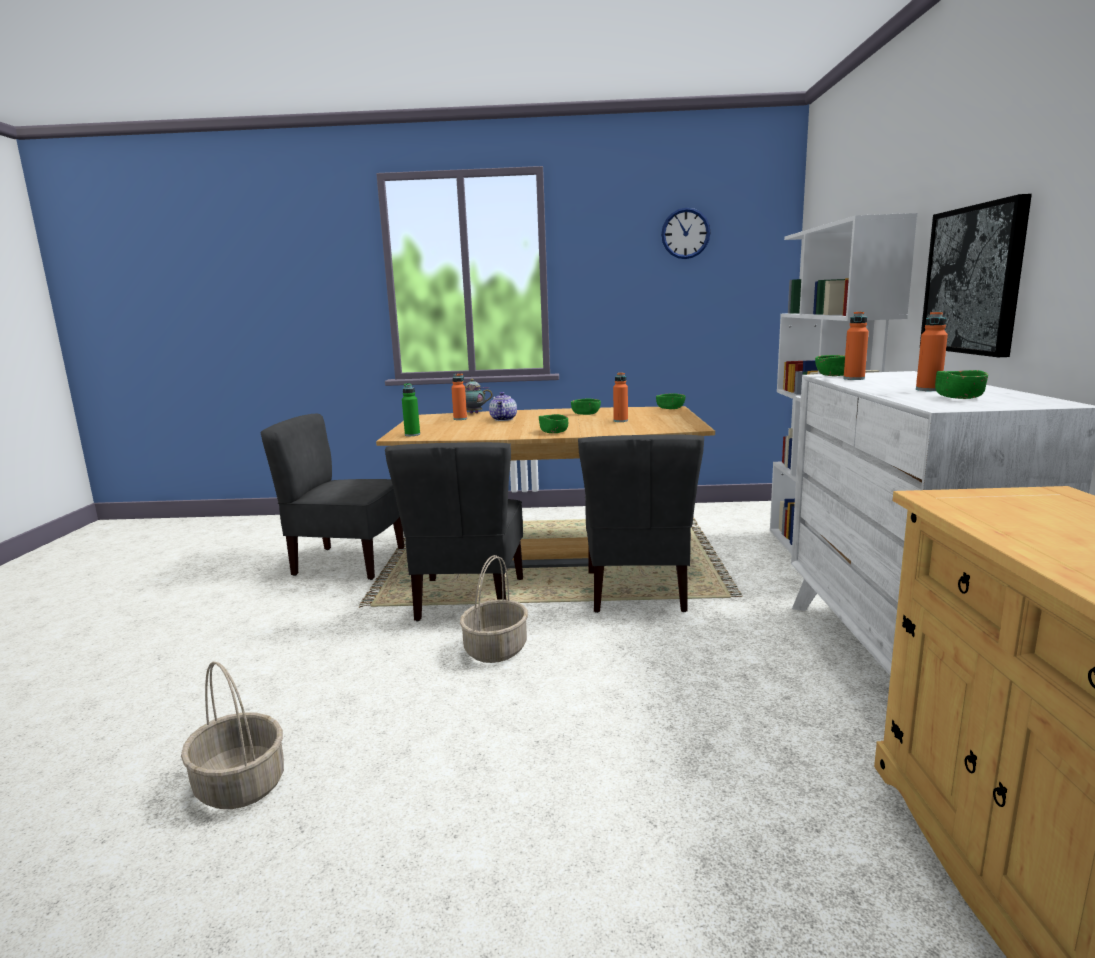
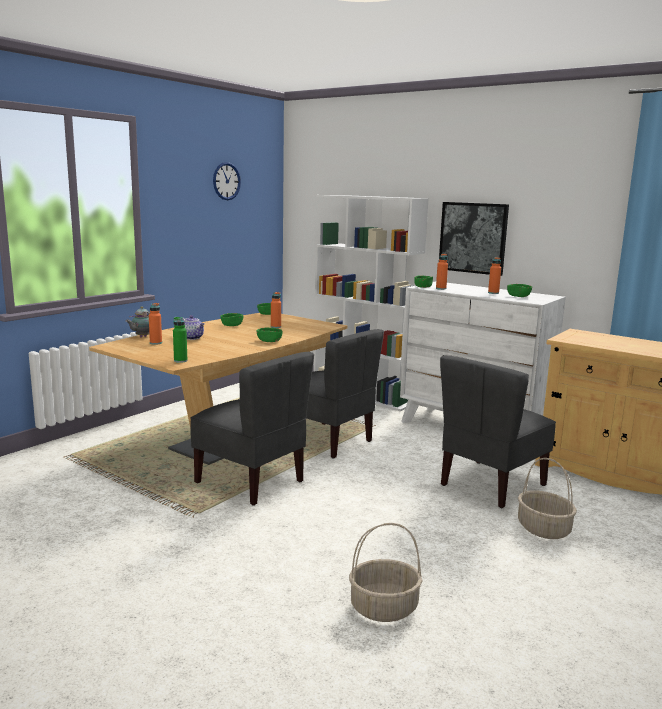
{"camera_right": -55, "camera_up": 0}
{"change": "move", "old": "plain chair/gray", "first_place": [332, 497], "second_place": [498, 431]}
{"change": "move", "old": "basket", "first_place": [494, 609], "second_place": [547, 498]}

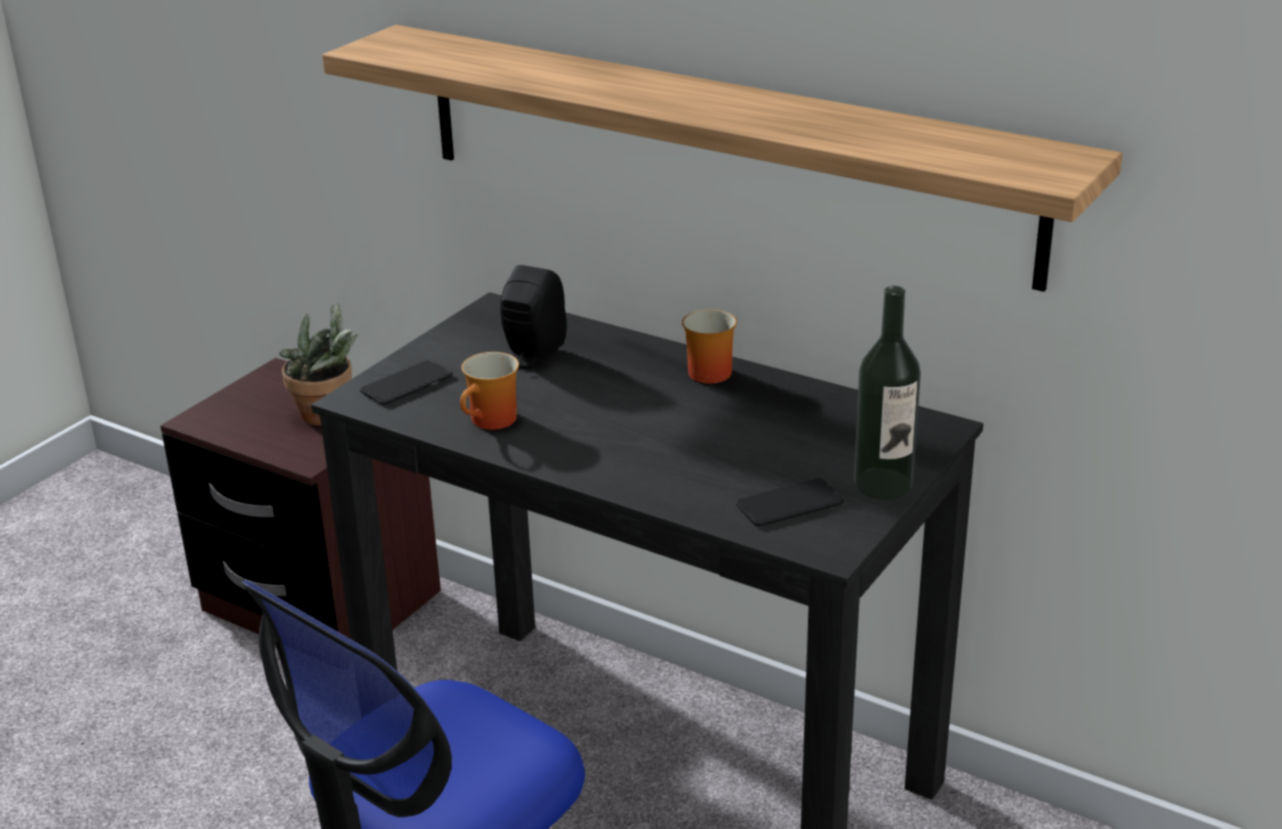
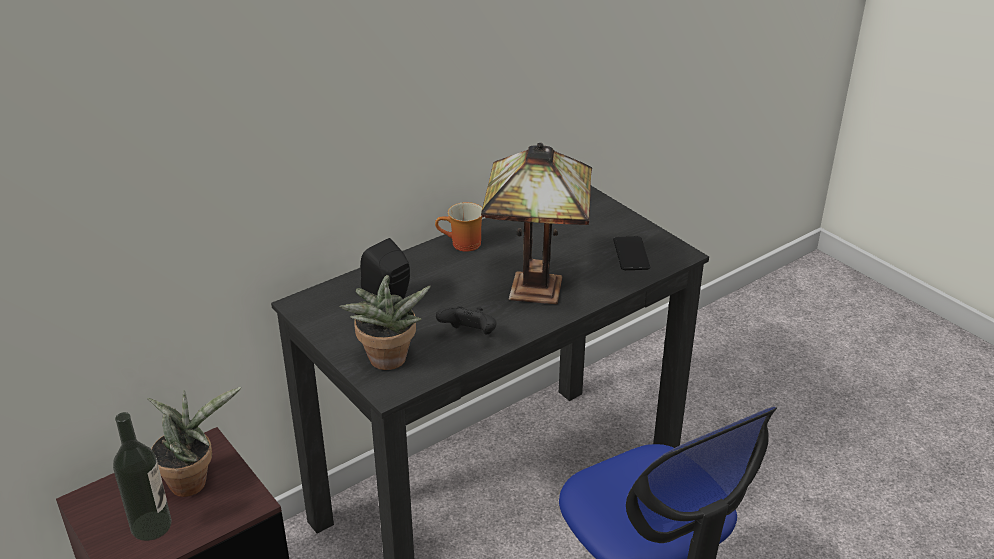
{"camera_right": -70, "camera_up": 5}
{"change": "delete", "old": "bracket shelf", "first_place": [722, 158]}
{"change": "insert", "new": "table lamp", "second_place": [536, 223]}
{"change": "move", "old": "bottle", "first_place": [887, 392], "second_place": [142, 476]}
{"change": "replace", "old": "telephone", "new": "potted plant", "first_place": [406, 382], "second_place": [385, 322]}
{"change": "replace", "old": "tea mug", "new": "game controller/blackish", "first_place": [489, 391], "second_place": [466, 320]}

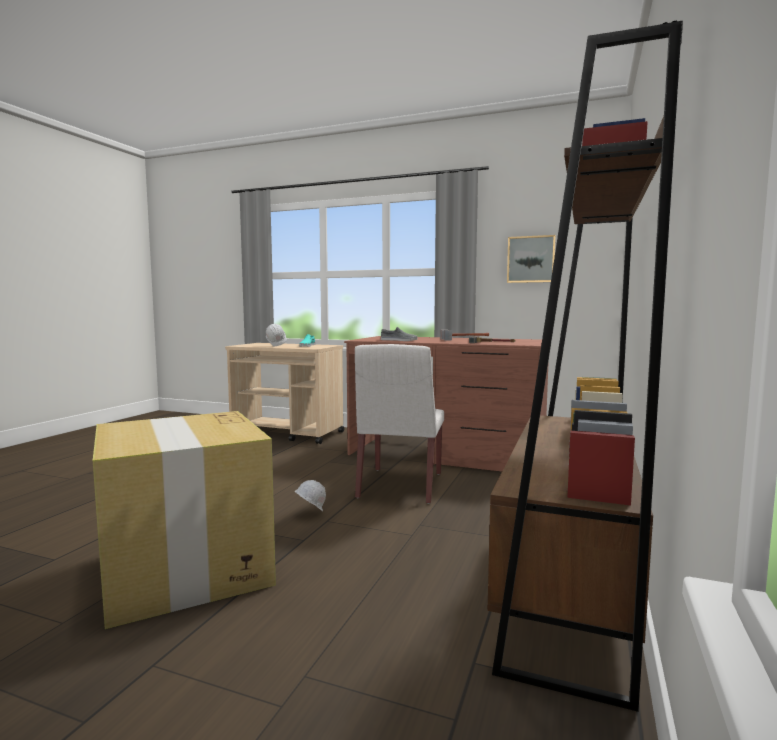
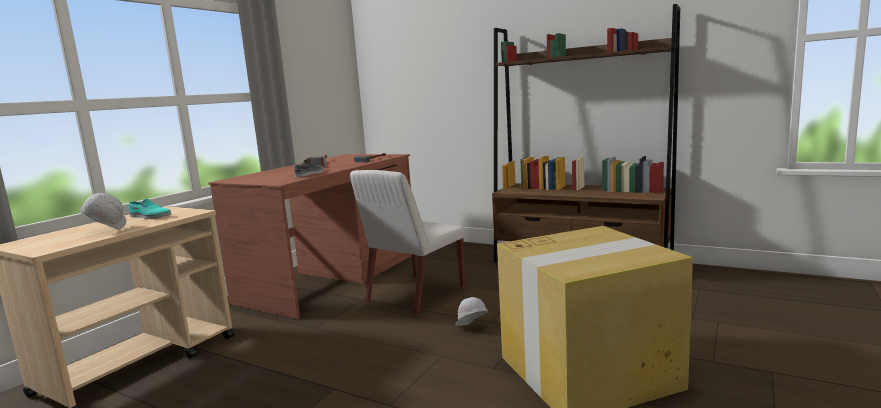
{"camera_right": -80, "camera_up": 5}
{"change": "delete", "old": "wall art", "first_place": [531, 259]}
{"change": "rotate", "old": "plain chair/white", "first_place": [399, 424], "second_place": [407, 243], "degrees": 105}

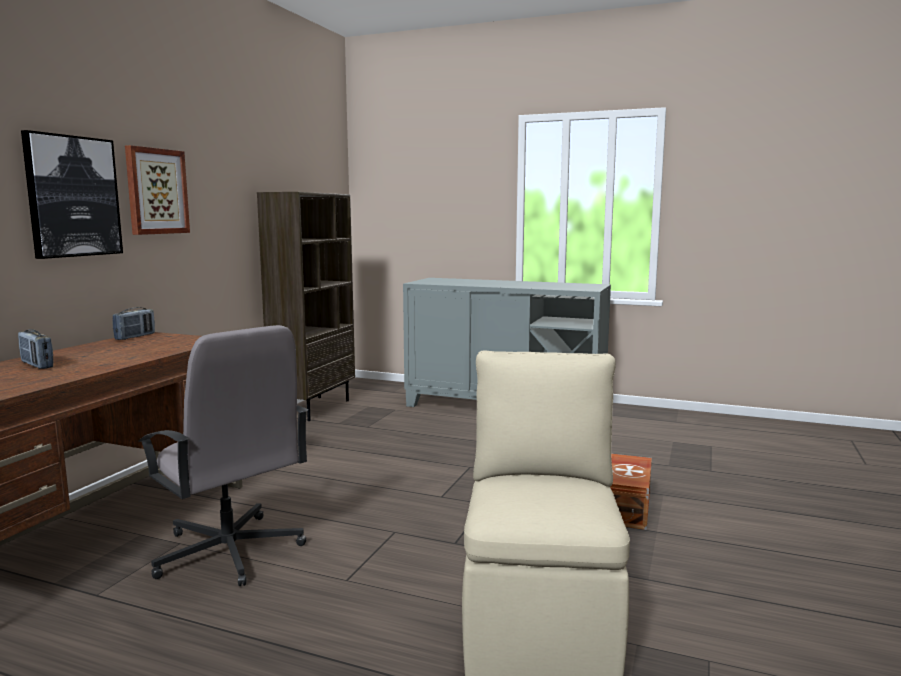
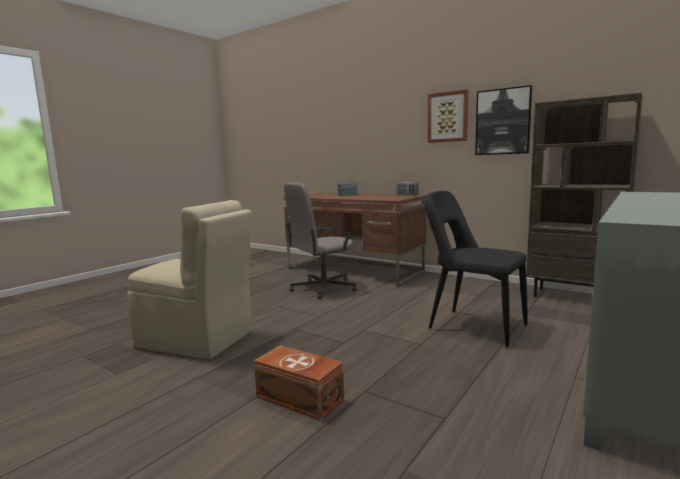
{"camera_right": 105, "camera_up": 0}
{"change": "insert", "new": "plain chair/blackish", "second_place": [475, 269]}
{"change": "move", "old": "wall art", "first_place": [72, 194], "second_place": [503, 120]}

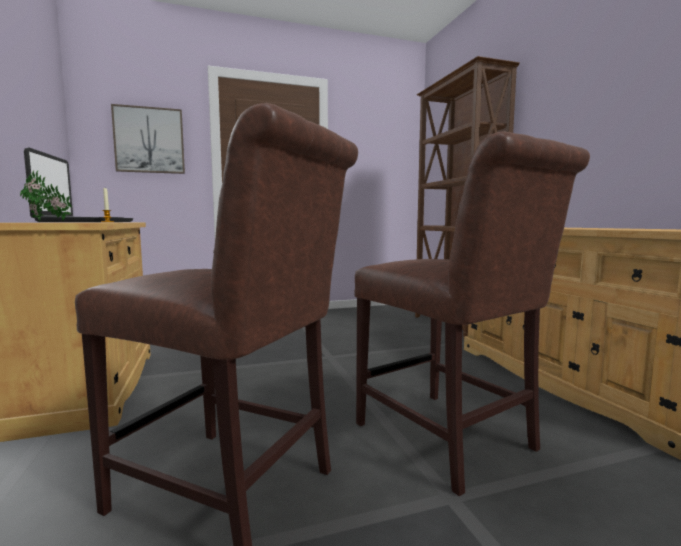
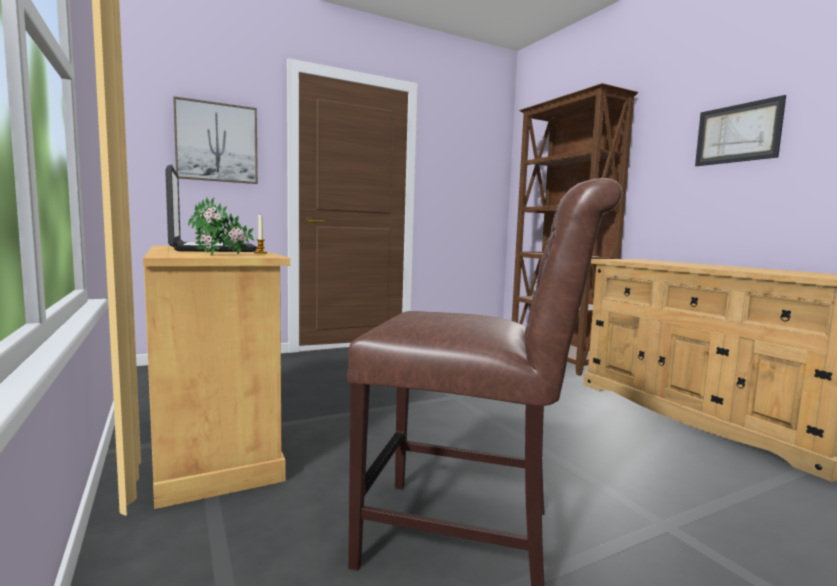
{"camera_right": -10, "camera_up": 0}
{"change": "delete", "old": "plain chair/brown-coloured", "first_place": [472, 313]}
{"change": "insert", "new": "wall art", "second_place": [740, 130]}

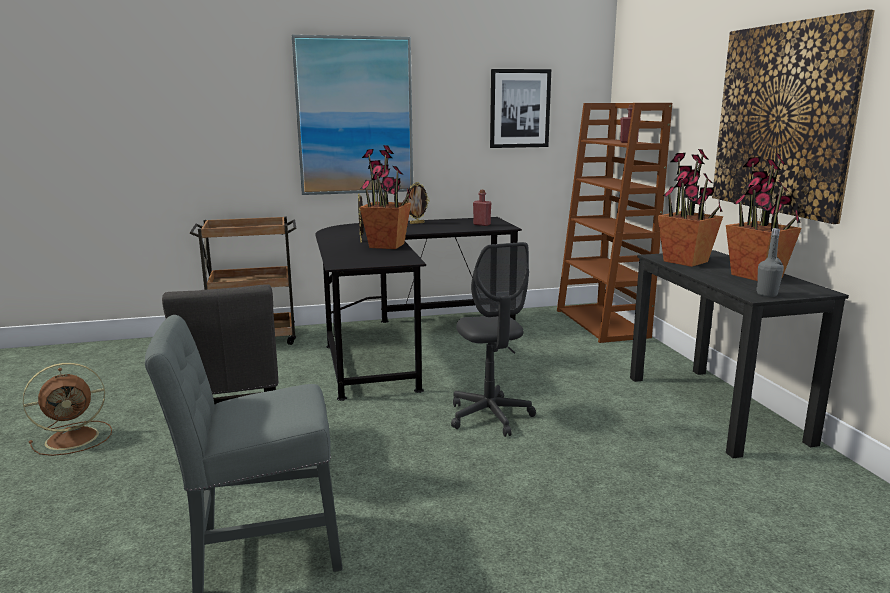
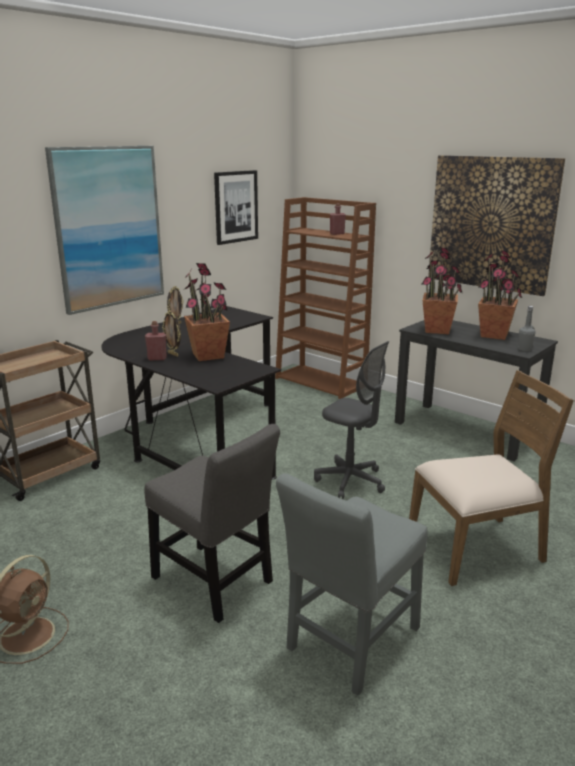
{"camera_right": -35, "camera_up": 5}
{"change": "insert", "new": "plain chair/brown-coloured", "second_place": [491, 478]}
{"change": "move", "old": "bottle/reddish", "first_place": [482, 208], "second_place": [156, 340]}

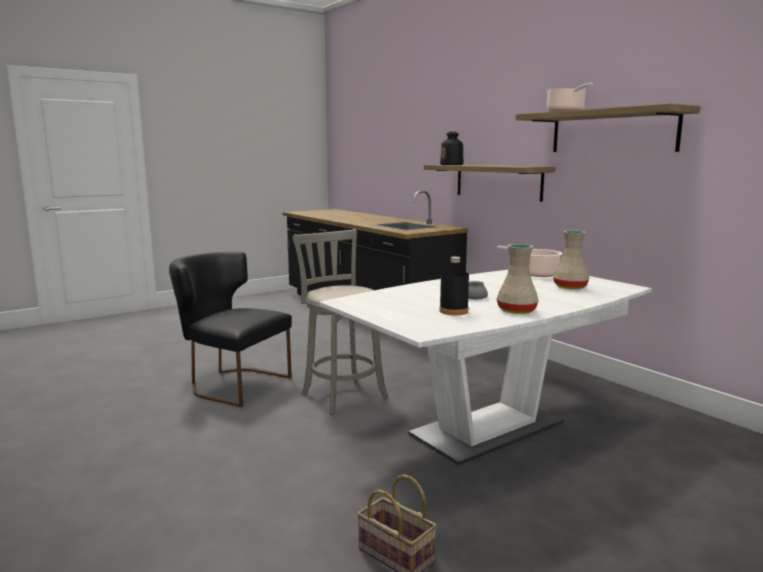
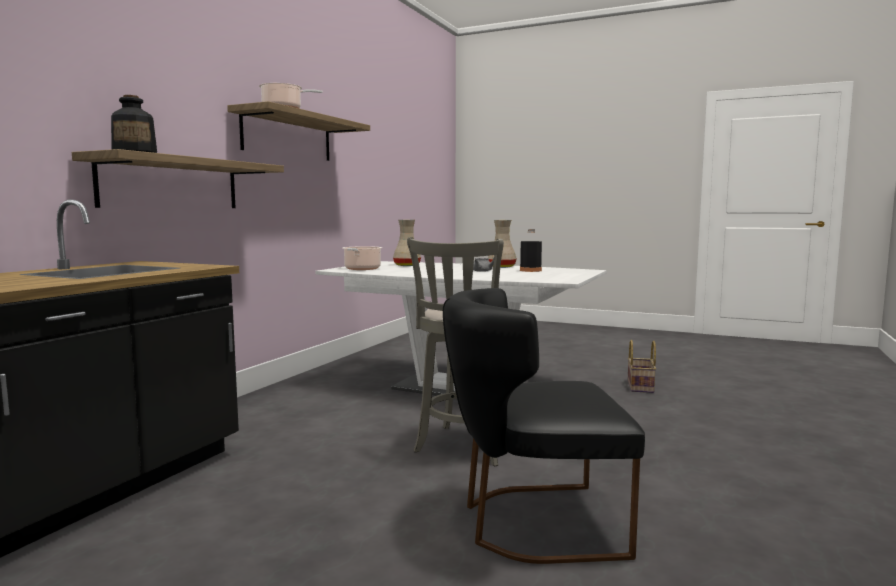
{"camera_right": -120, "camera_up": -5}
{"change": "rotate", "old": "plain chair/blackish", "first_place": [230, 329], "second_place": [544, 426], "degrees": 90}

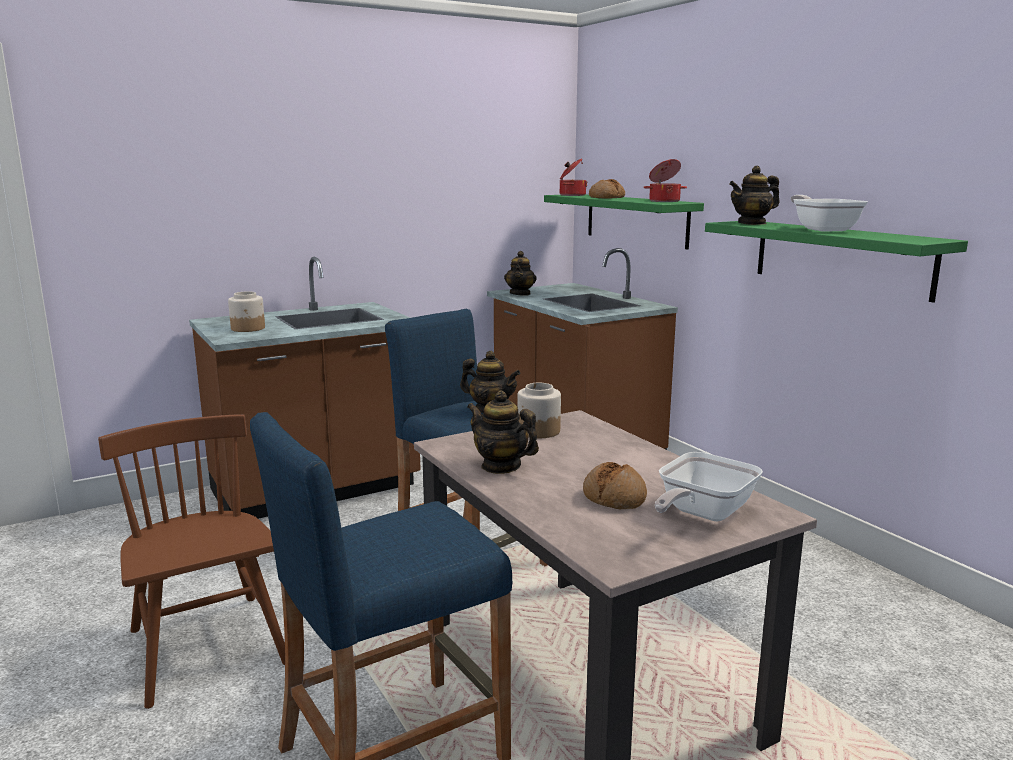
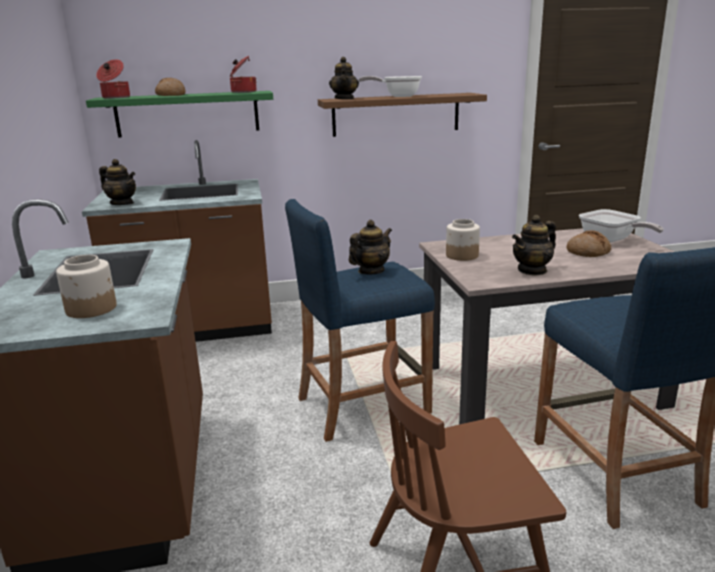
{"camera_right": -70, "camera_up": 5}
{"change": "recolor", "old": "bracket shelf/green-coloured", "new": "bracket shelf/brown-coloured", "first_place": [836, 262], "second_place": [402, 115]}

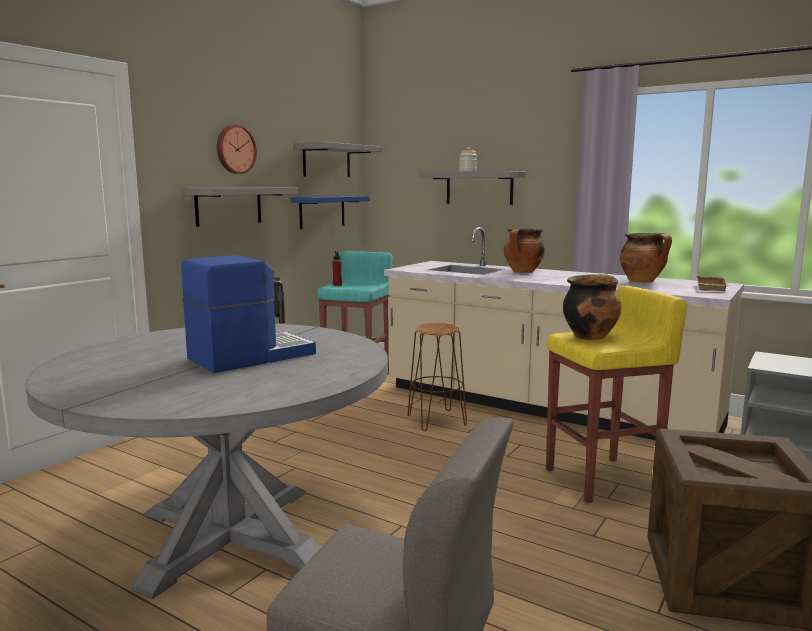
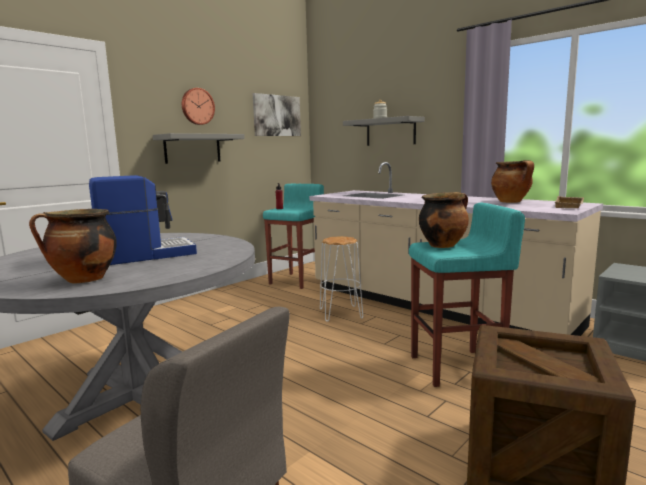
{"camera_right": 10, "camera_up": 0}
{"change": "delete", "old": "bracket shelf/blue", "first_place": [330, 212]}
{"change": "move", "old": "stockpot", "first_place": [524, 250], "second_place": [73, 246]}
{"change": "replace", "old": "bracket shelf/gray", "new": "wall art", "first_place": [338, 159], "second_place": [277, 114]}
{"change": "recolor", "old": "sitting stool/brown-coloured", "new": "sitting stool/white", "first_place": [437, 377], "second_place": [341, 278]}
{"change": "recolor", "old": "sitting stool/yellowish", "new": "sitting stool/turquoise-coloured", "first_place": [616, 394], "second_place": [467, 295]}

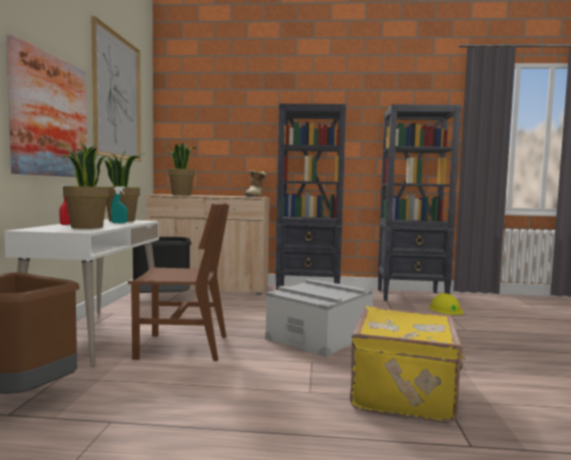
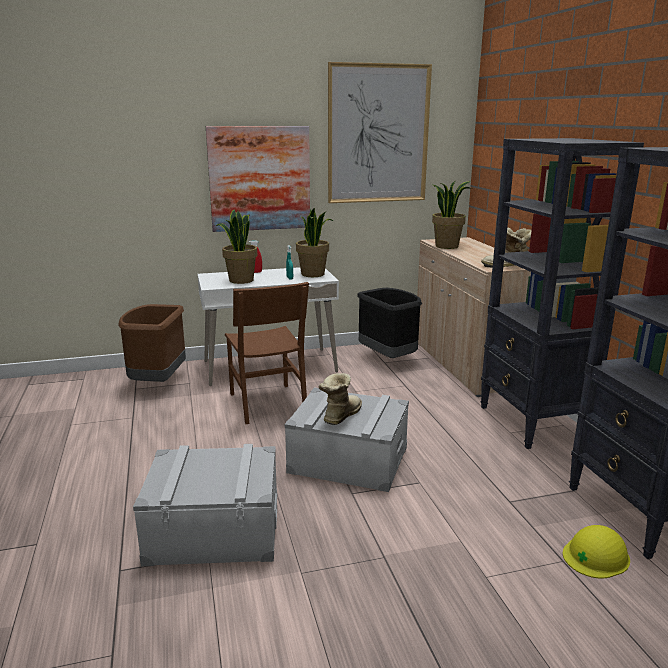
{"camera_right": 70, "camera_up": 15}
{"change": "insert", "new": "tall boot", "second_place": [340, 399]}
{"change": "replace", "old": "suitcase/yellowish", "new": "storage box/gray", "first_place": [407, 365], "second_place": [205, 505]}

